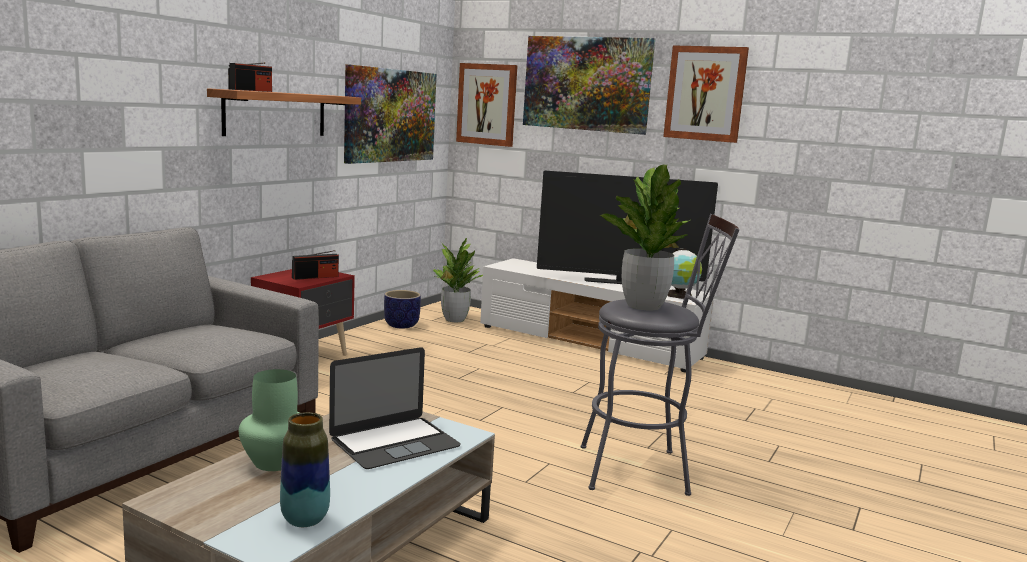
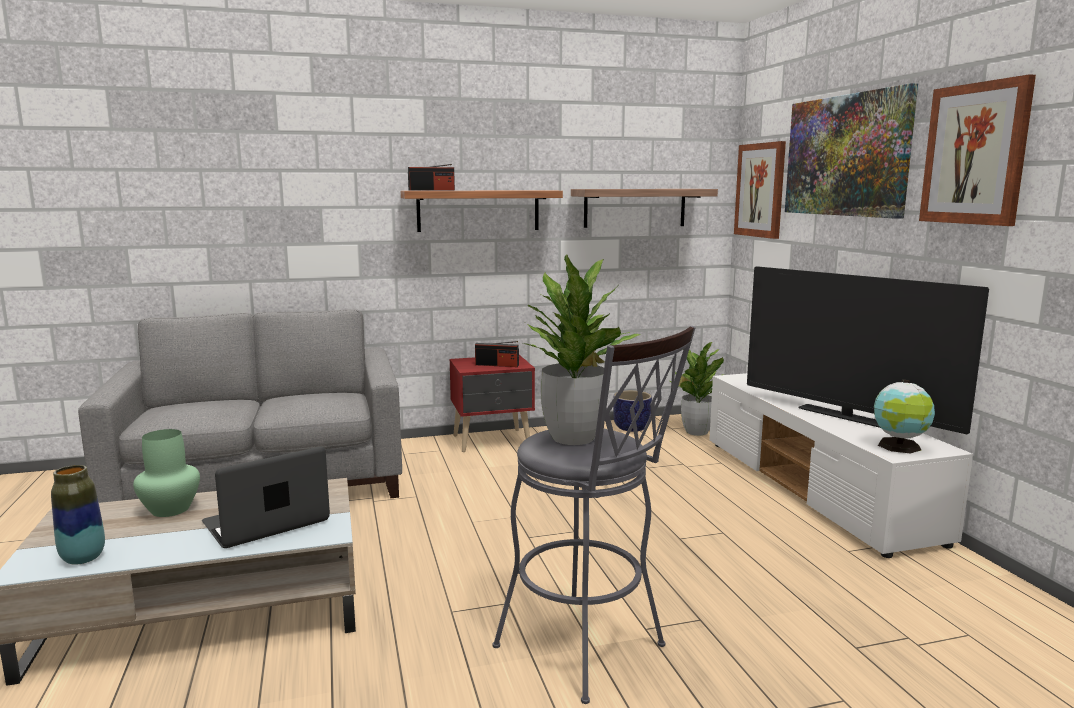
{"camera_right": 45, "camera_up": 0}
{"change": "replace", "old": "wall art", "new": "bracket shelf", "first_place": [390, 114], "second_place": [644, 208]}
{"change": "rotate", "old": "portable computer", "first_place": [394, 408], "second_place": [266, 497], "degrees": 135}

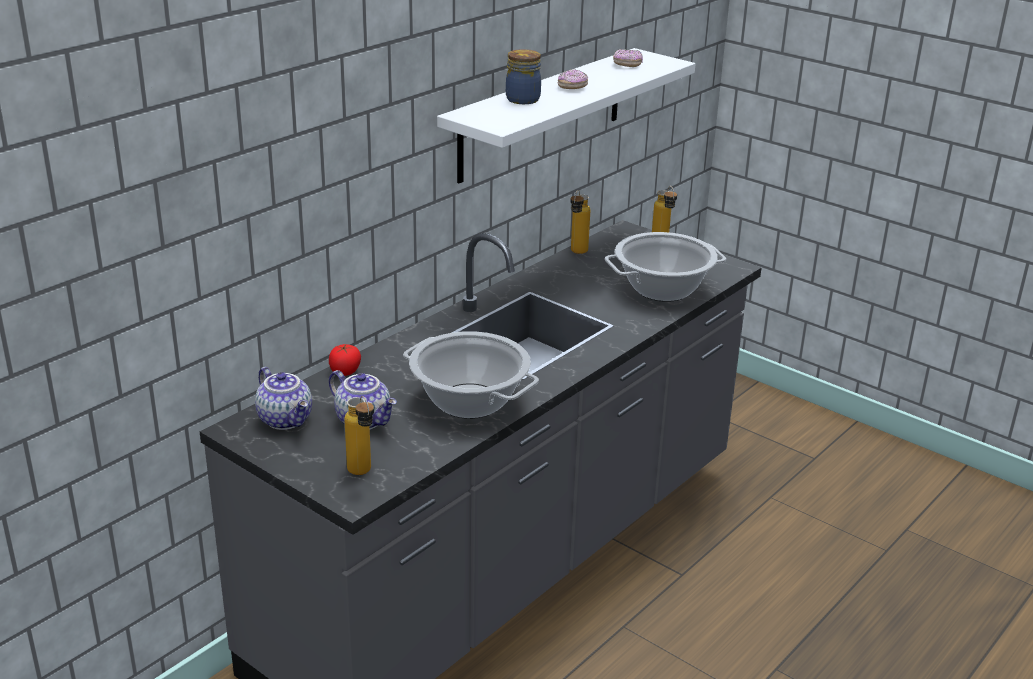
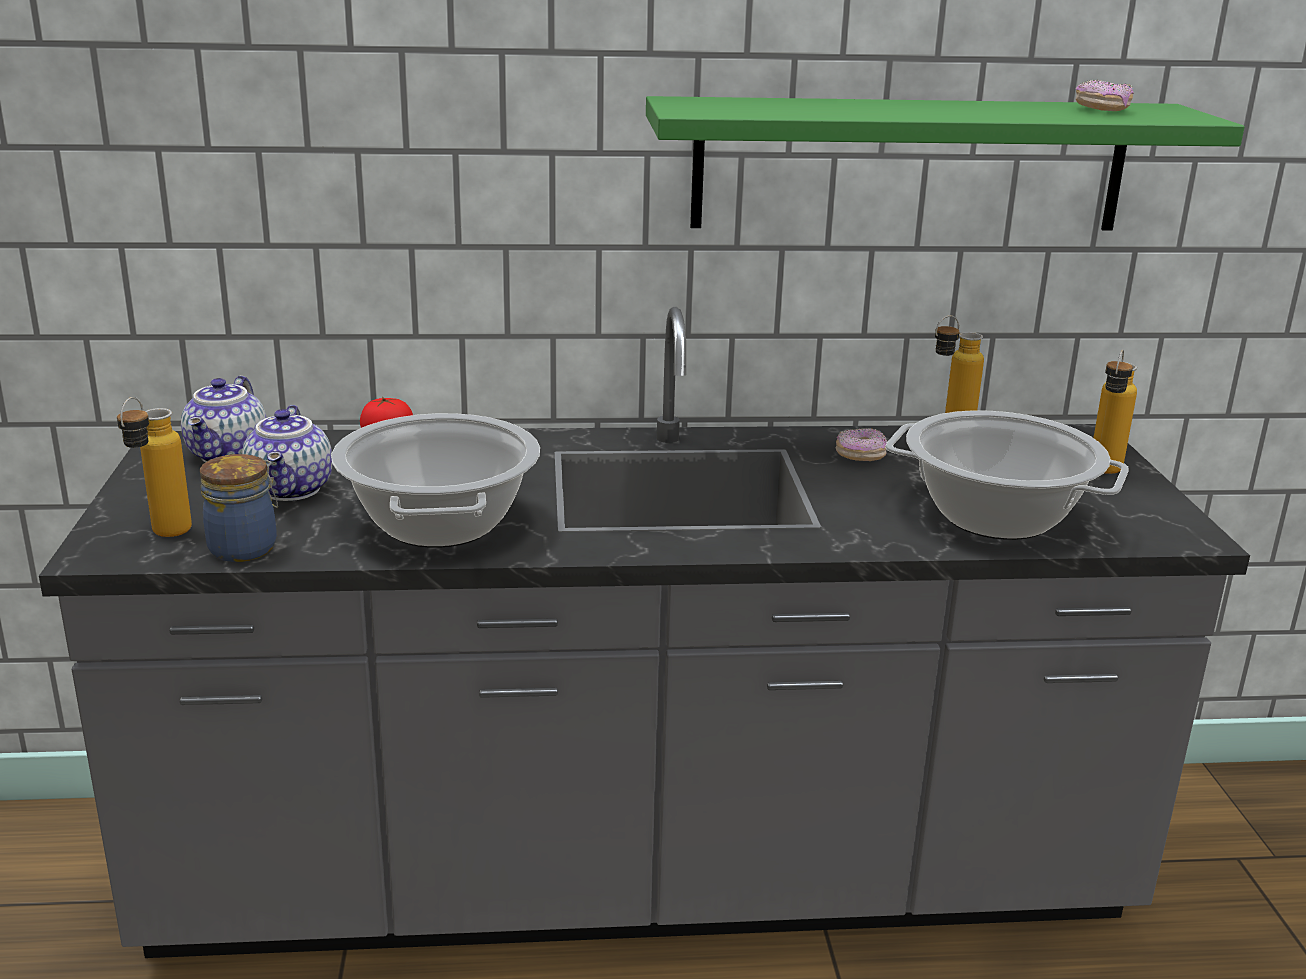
{"camera_right": 45, "camera_up": -5}
{"change": "move", "old": "storage jar", "first_place": [523, 76], "second_place": [239, 508]}
{"change": "move", "old": "donut", "first_place": [573, 79], "second_place": [861, 444]}
{"change": "recolor", "old": "bracket shelf/white", "new": "bracket shelf/green-coloured", "first_place": [566, 115], "second_place": [945, 163]}

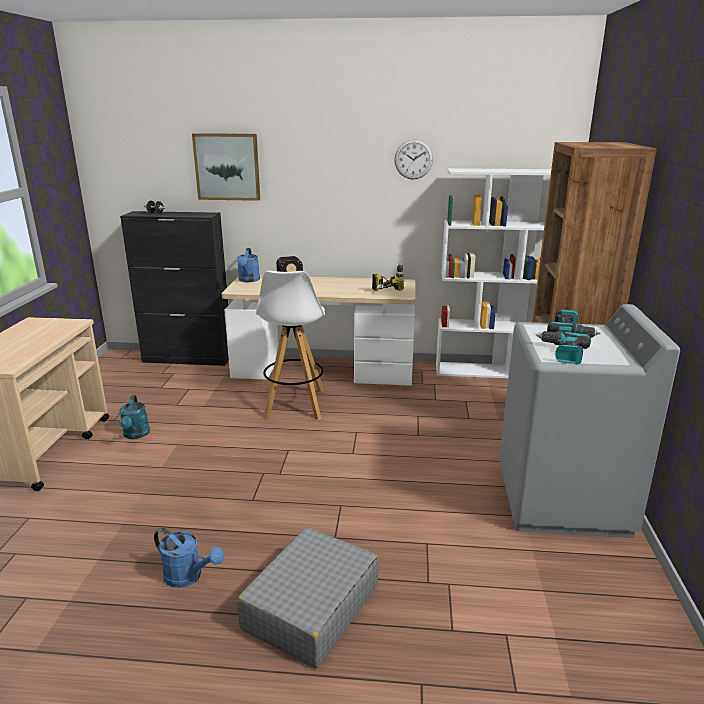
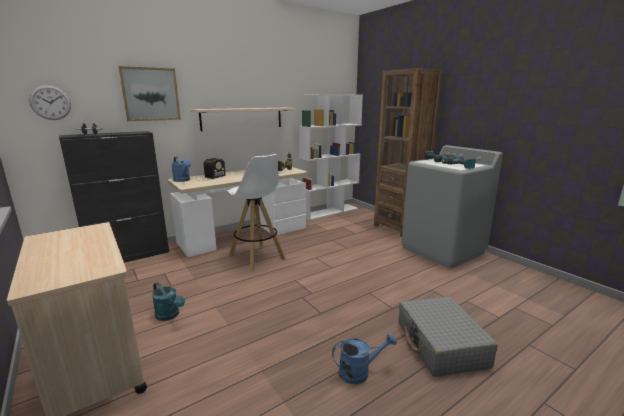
{"camera_right": -40, "camera_up": -5}
{"change": "insert", "new": "bracket shelf/beige-coloured", "second_place": [243, 119]}
{"change": "move", "old": "clock on the wall", "first_place": [413, 159], "second_place": [50, 102]}

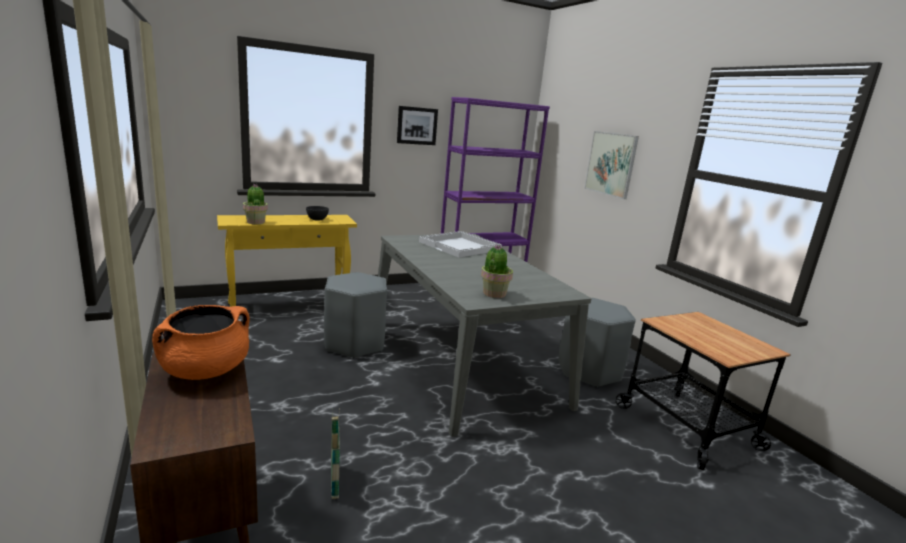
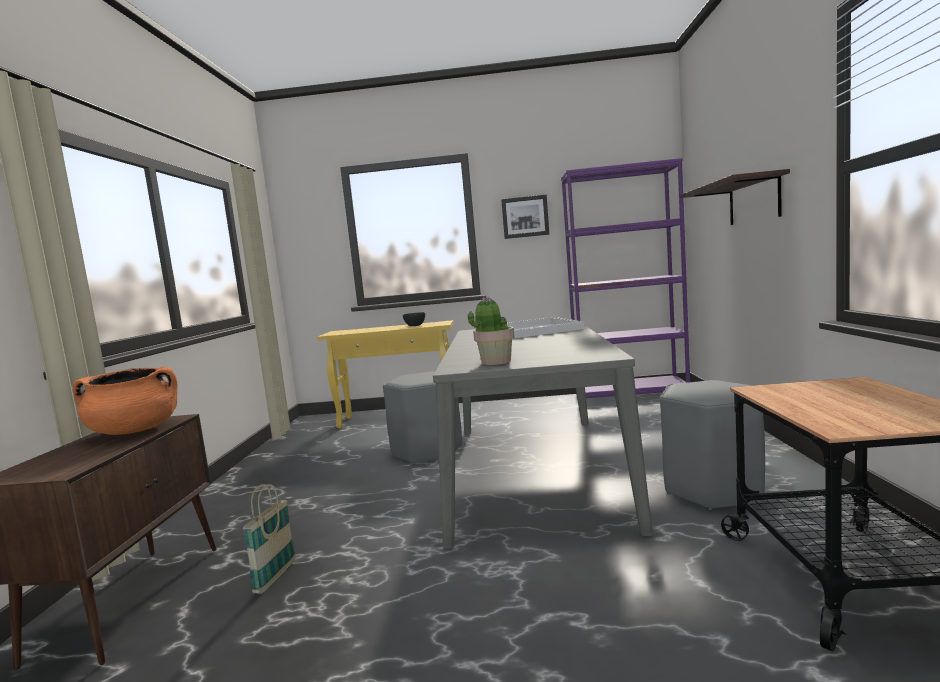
{"camera_right": 30, "camera_up": -10}
{"change": "delete", "old": "potted plant", "first_place": [255, 204]}
{"change": "replace", "old": "wall art", "new": "bracket shelf", "first_place": [611, 165], "second_place": [735, 197]}

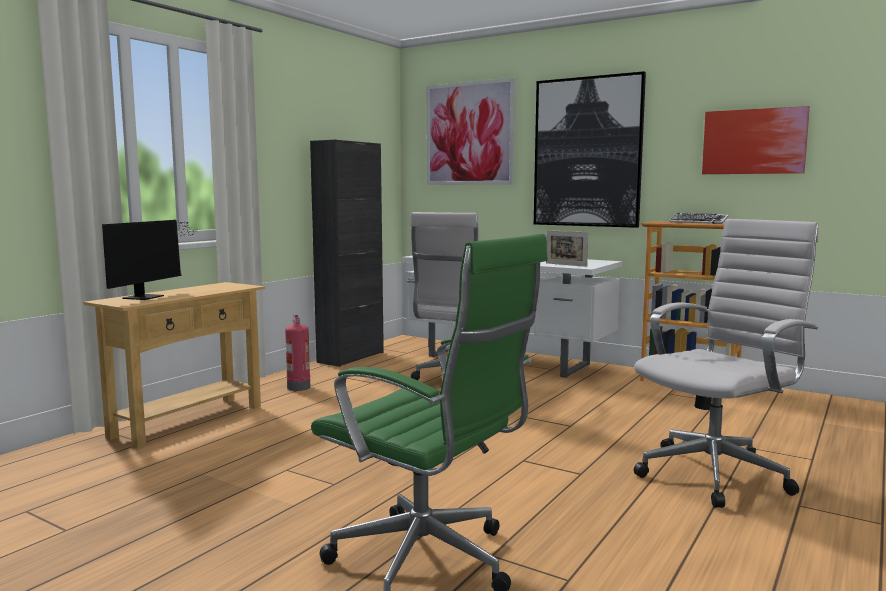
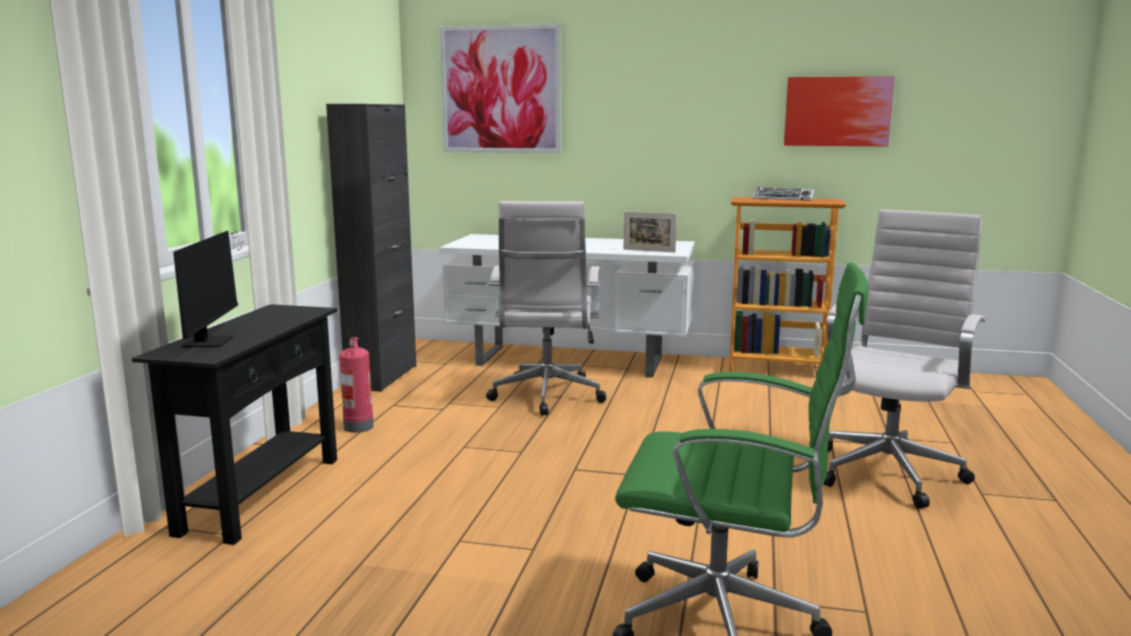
{"camera_right": -20, "camera_up": 5}
{"change": "delete", "old": "wall art", "first_place": [590, 149]}
{"change": "recolor", "old": "hall table/beige-coloured", "new": "hall table/blackish", "first_place": [174, 365], "second_place": [235, 424]}

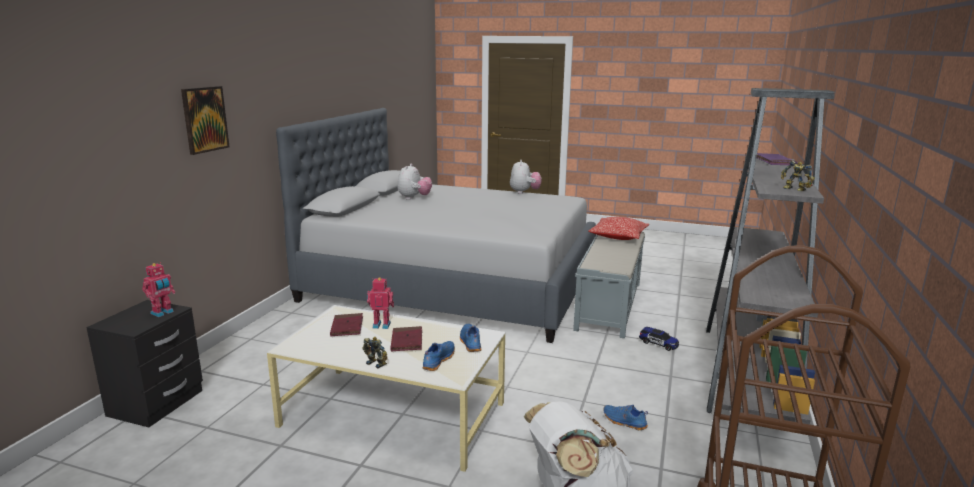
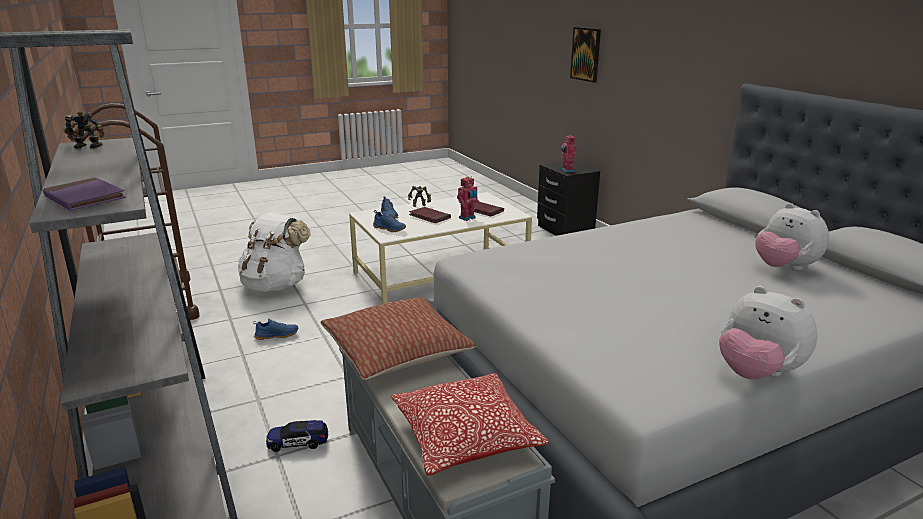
{"camera_right": 135, "camera_up": 5}
{"change": "insert", "new": "throw pillow", "second_place": [399, 338]}
{"change": "move", "old": "wall art", "first_place": [205, 120], "second_place": [585, 55]}

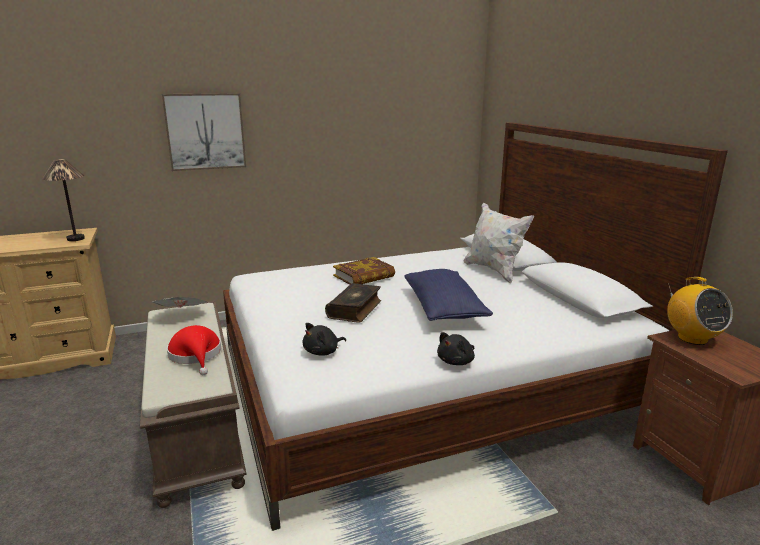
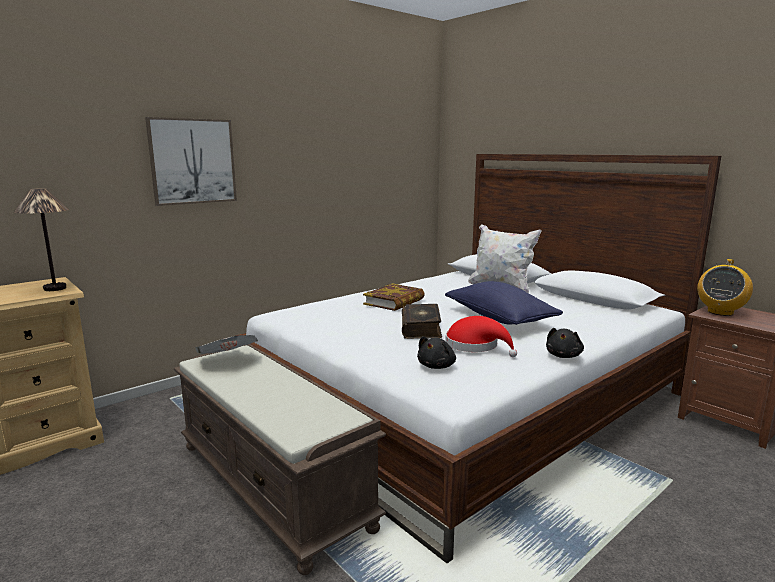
{"camera_right": -20, "camera_up": -5}
{"change": "move", "old": "hat/reddish", "first_place": [194, 350], "second_place": [481, 336]}
{"change": "rotate", "old": "radio", "first_place": [700, 311], "second_place": [725, 287], "degrees": 75}

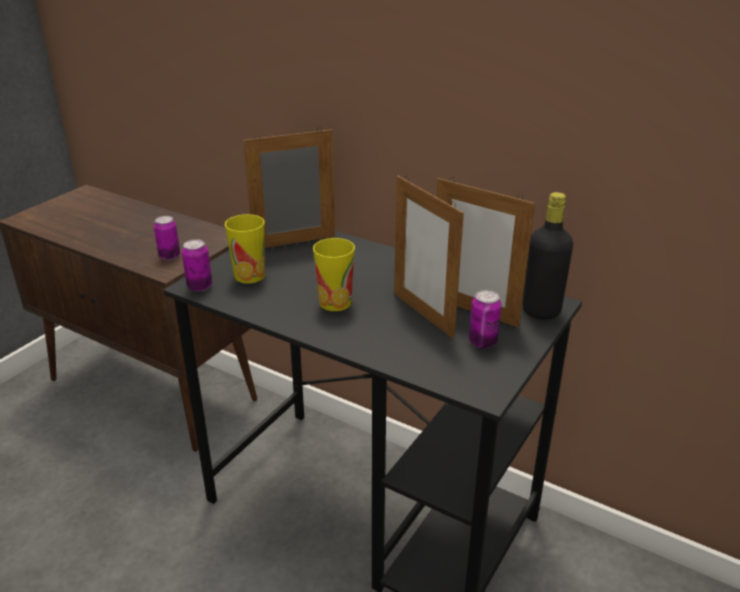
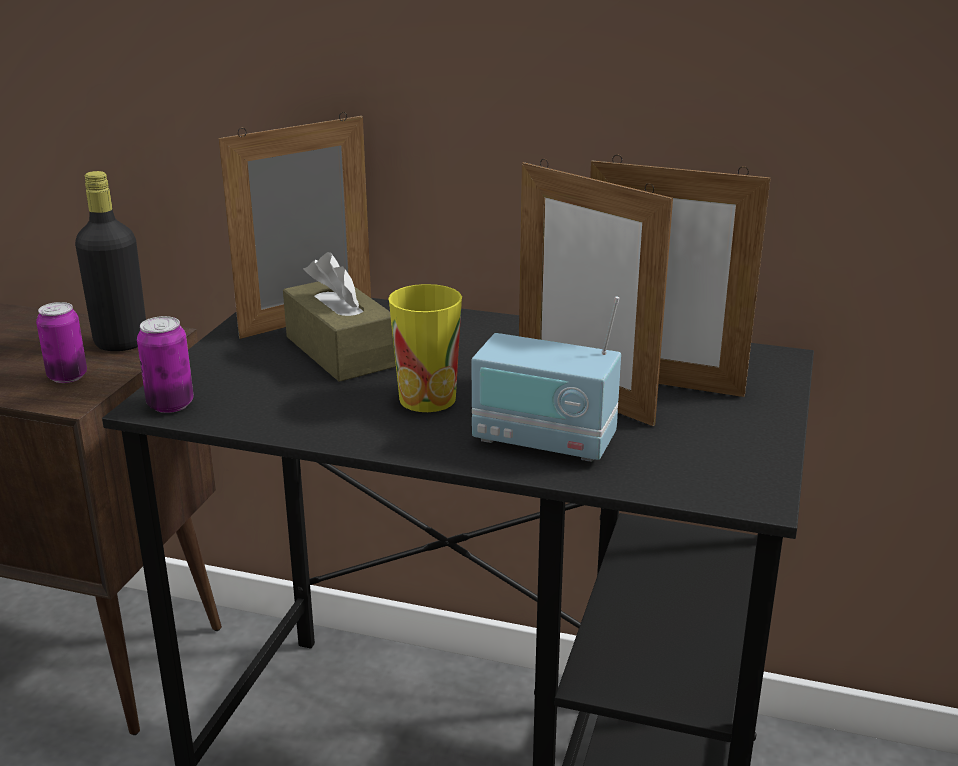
{"camera_right": -15, "camera_up": -5}
{"change": "delete", "old": "cup", "first_place": [245, 249]}
{"change": "delete", "old": "can", "first_place": [485, 319]}
{"change": "insert", "new": "tissue box/brown-coloured", "second_place": [339, 317]}
{"change": "insert", "new": "radio", "second_place": [546, 379]}
{"change": "move", "old": "bottle/blackish", "first_place": [547, 255], "second_place": [110, 261]}

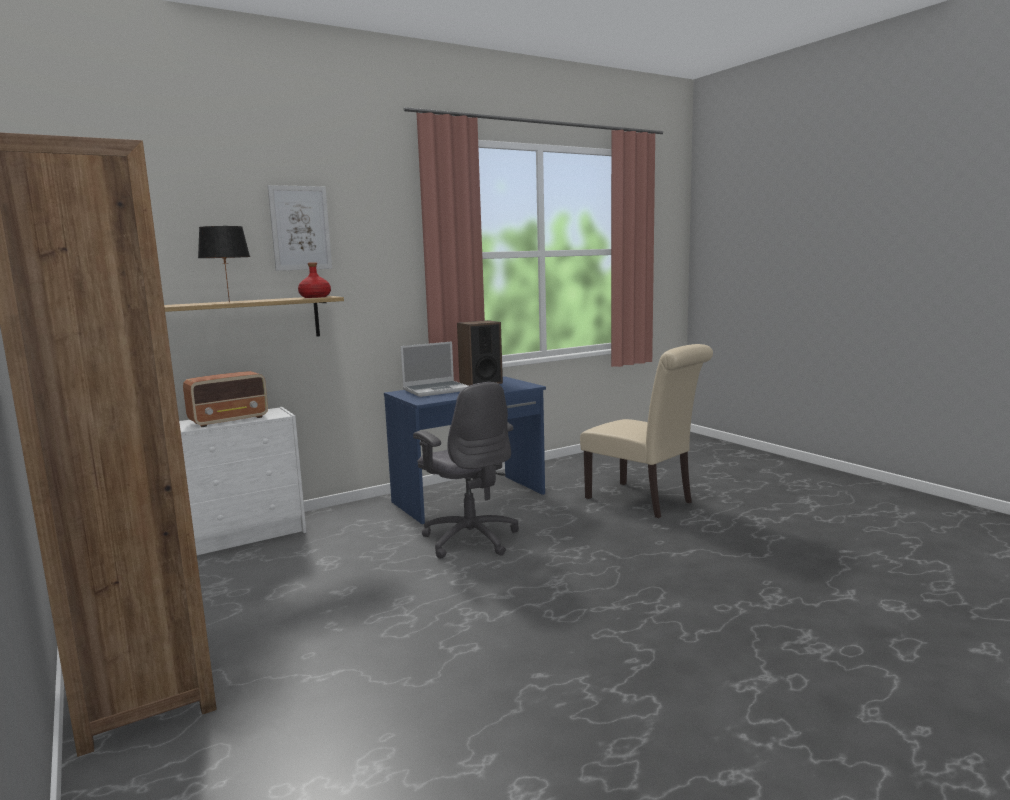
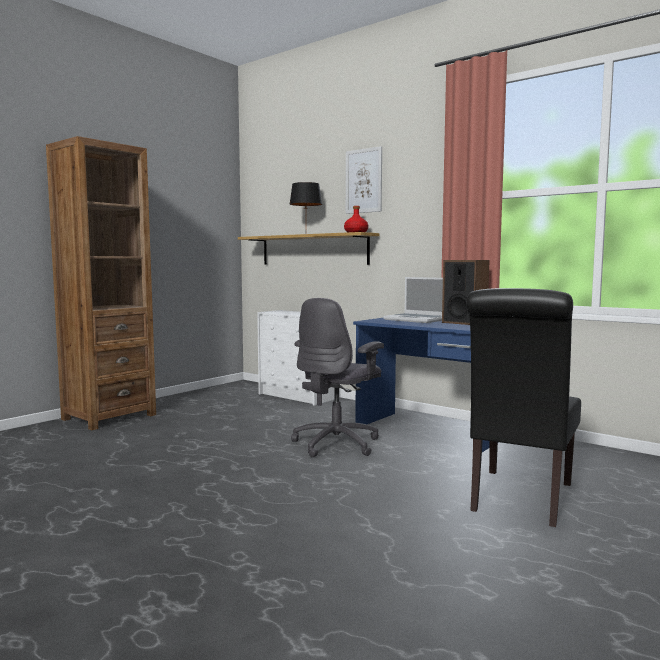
{"camera_right": 70, "camera_up": -5}
{"change": "delete", "old": "radio", "first_place": [225, 399]}
{"change": "recolor", "old": "plain chair/beige-coloured", "new": "plain chair/blackish", "first_place": [646, 431], "second_place": [523, 407]}

